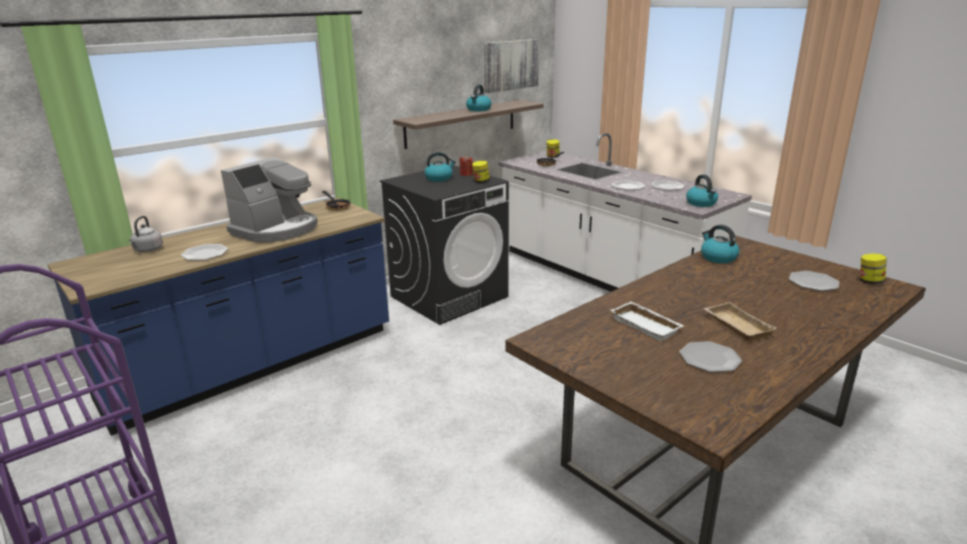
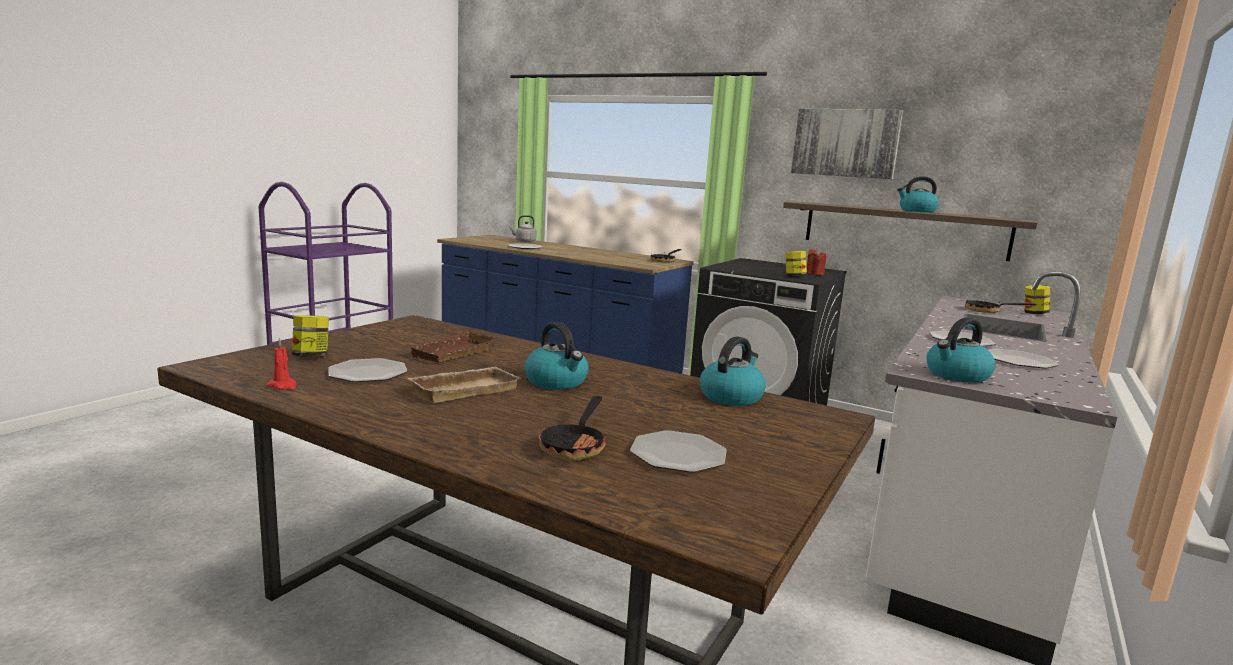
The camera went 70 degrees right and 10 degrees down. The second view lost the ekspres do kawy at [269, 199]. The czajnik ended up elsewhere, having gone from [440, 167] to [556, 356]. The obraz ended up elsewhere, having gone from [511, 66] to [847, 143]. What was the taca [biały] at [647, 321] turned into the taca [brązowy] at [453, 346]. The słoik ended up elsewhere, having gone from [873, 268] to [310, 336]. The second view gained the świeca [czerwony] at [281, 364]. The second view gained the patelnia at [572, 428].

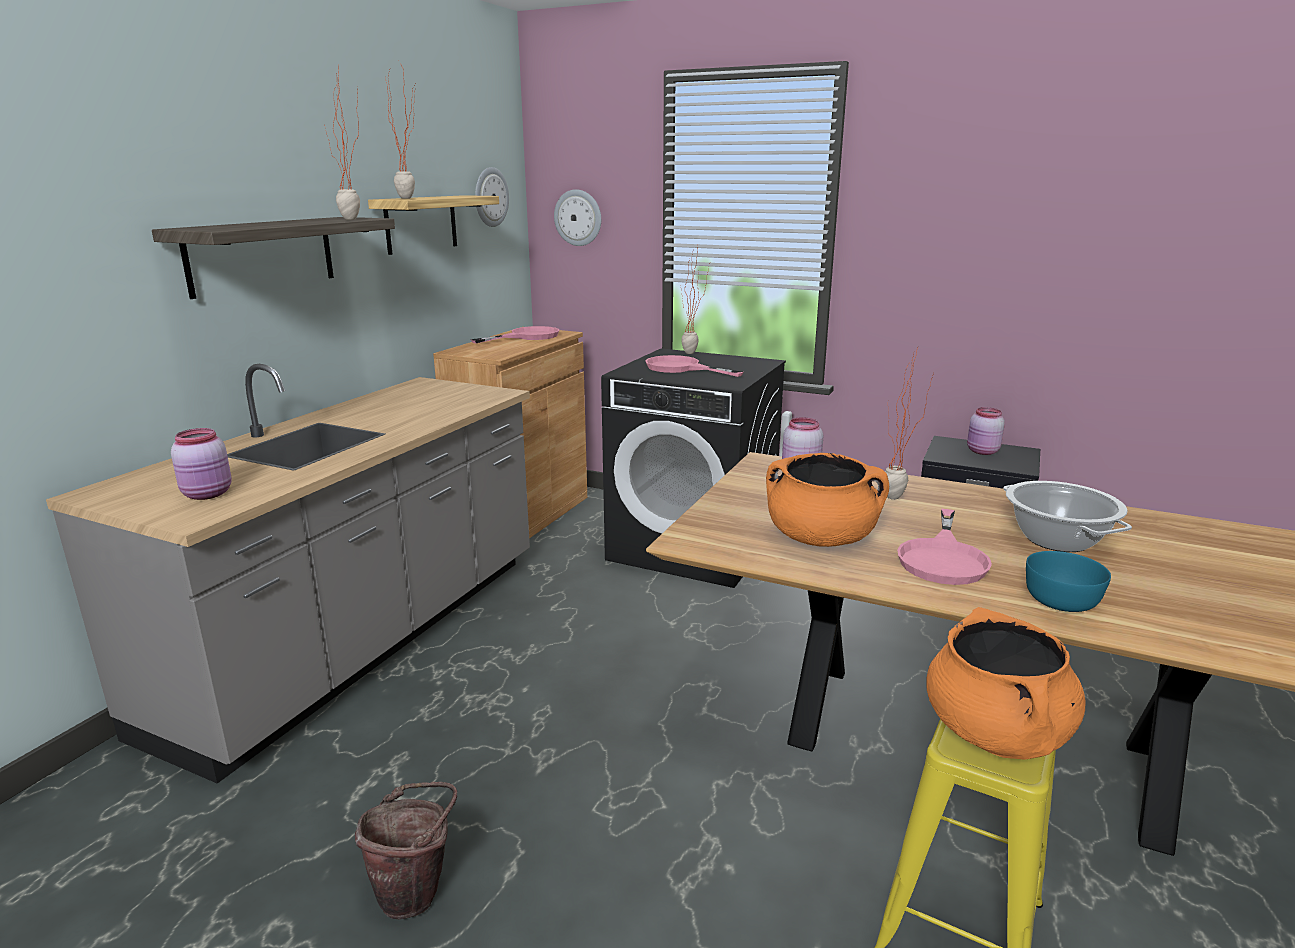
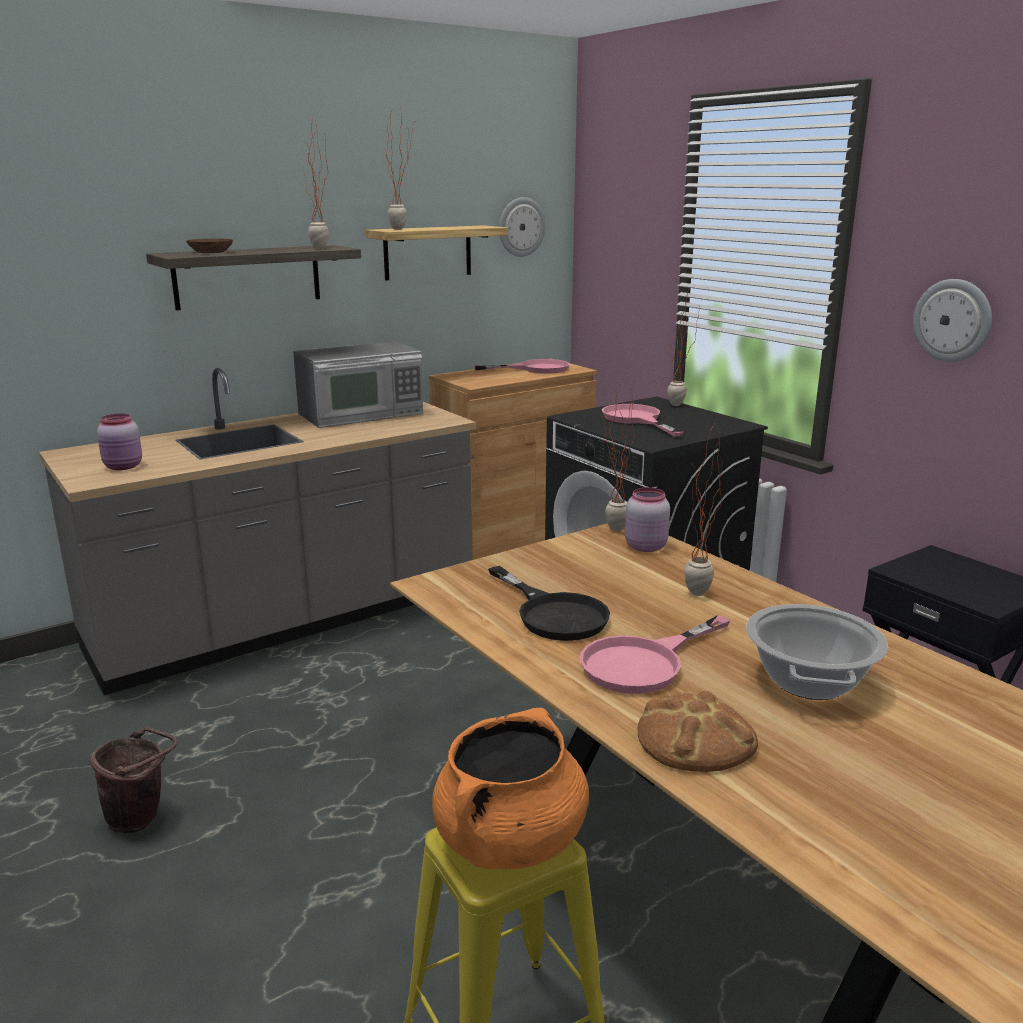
The camera went 30 degrees right and 0 degrees up. The zegar ścienny ended up elsewhere, having gone from [577, 217] to [952, 320]. Where the garnek [pomarańczowy] stood at [827, 500], the patelnia [czarny] came to stand at [549, 603]. The second view lost the słoik [różowy] at [986, 431]. Where the miska [turkusowy] stood at [1068, 581], the chleb came to stand at [698, 731]. The second view gained the miska [brązowy] at [209, 246]. The second view gained the mikrofalówka at [358, 384]. The second view gained the roślina doniczkowa at [618, 458].

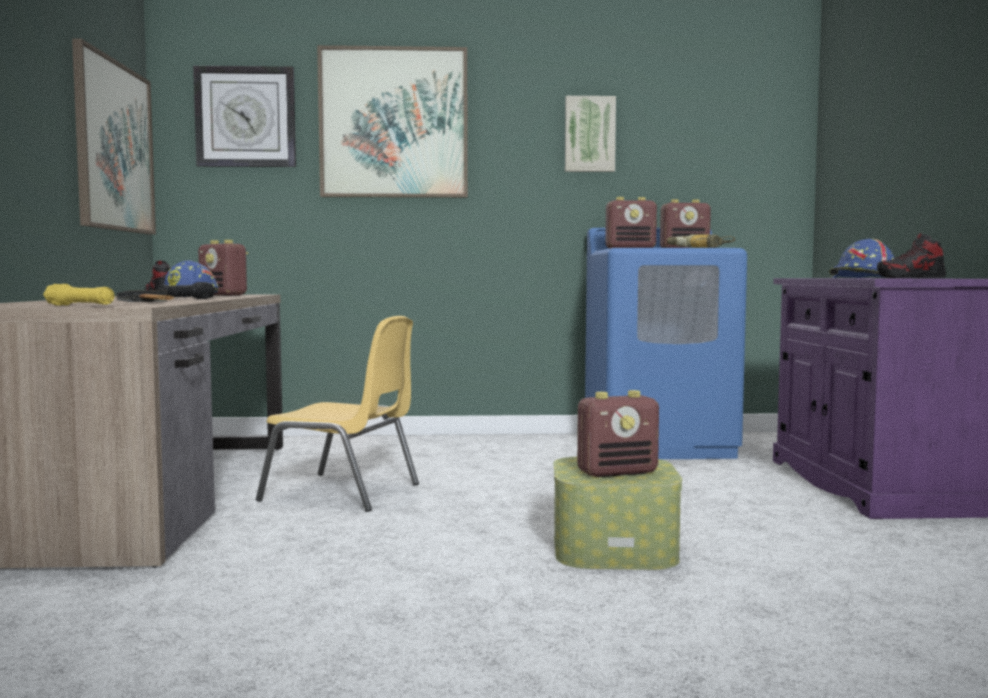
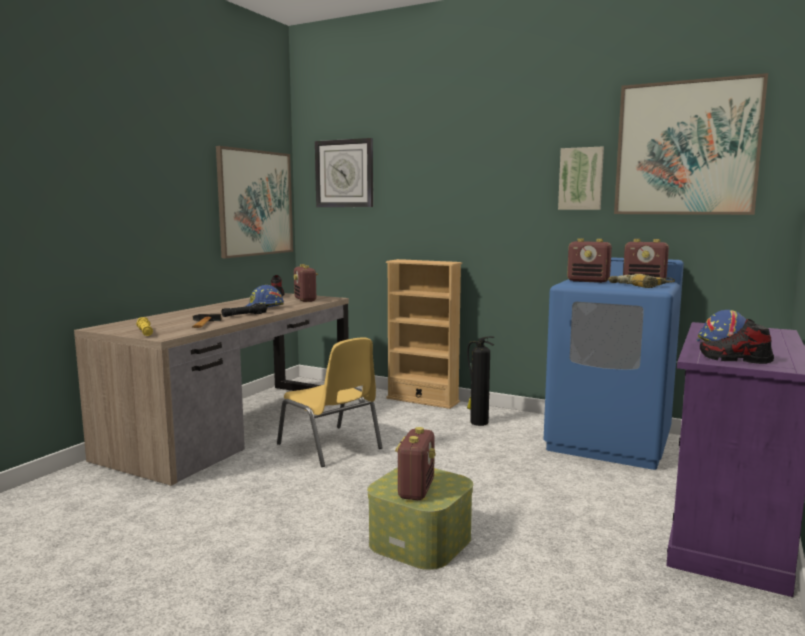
The camera went 30 degrees right and 5 degrees up. The obraz ended up elsewhere, having gone from [392, 121] to [691, 144]. The radio at [618, 433] ended up facing another way, 90 degrees counterclockwise from before. The second view gained the regał [beżowy] at [424, 334]. The second view gained the gaśnica at [480, 381].

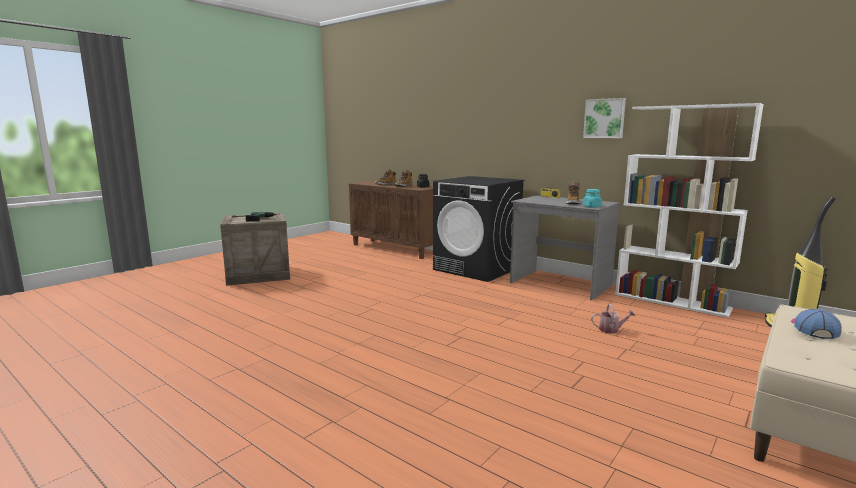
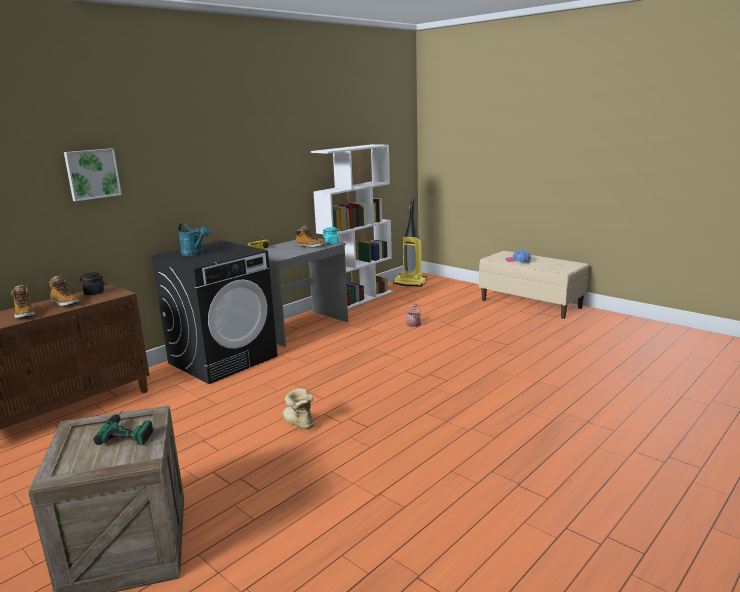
The camera went 85 degrees left and 5 degrees up. The obraz ended up elsewhere, having gone from [604, 118] to [93, 174]. The second view gained the konewka [turkusowy] at [194, 239]. The second view gained the but z cholewką at [298, 409].

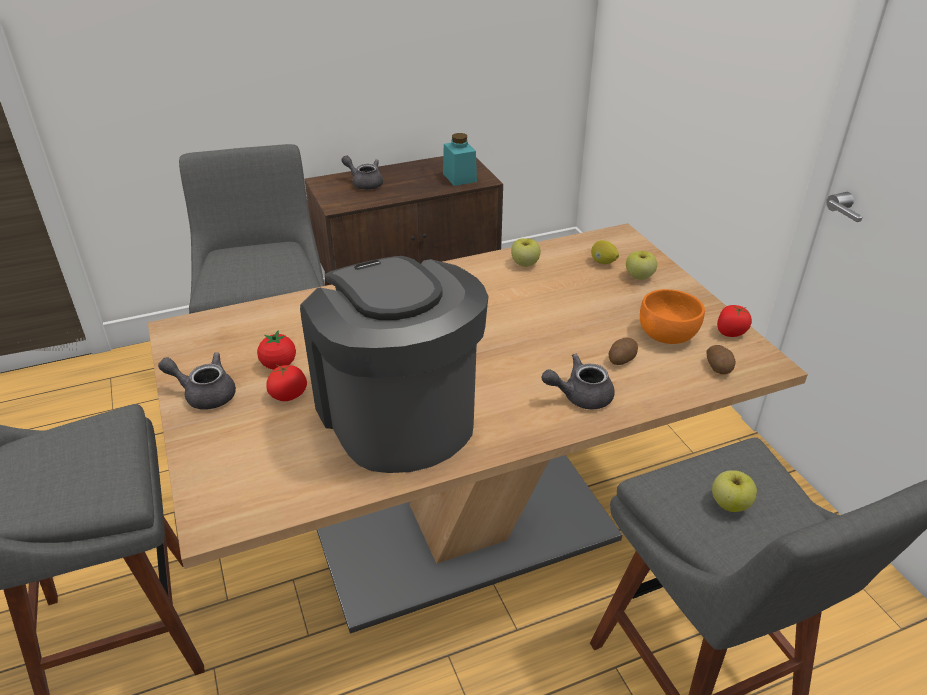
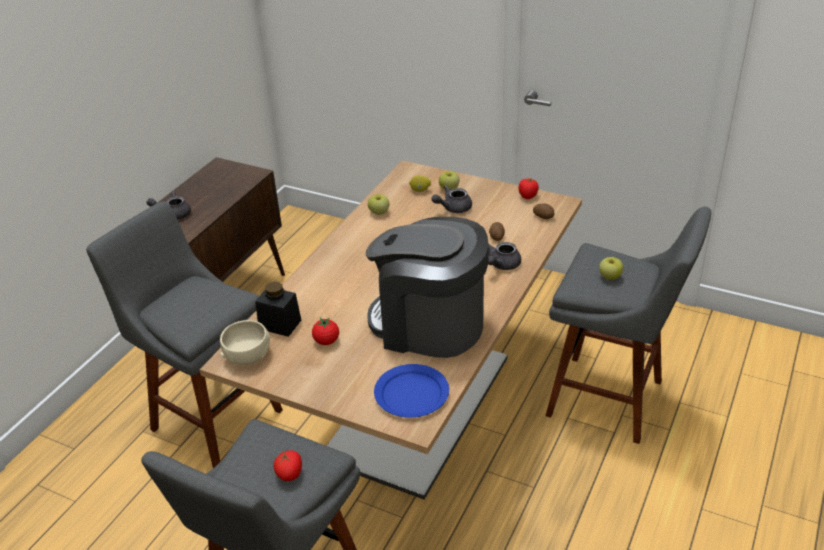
The camera went 40 degrees left and 0 degrees up. The imbryk [szary] ended up elsewhere, having gone from [197, 381] to [451, 199]. The pomidor ended up elsewhere, having gone from [286, 383] to [288, 465]. The second view lost the słoik [turkusowy] at [460, 159]. The second view lost the miska [pomarańczowy] at [672, 316]. The second view gained the miska [beżowy] at [245, 342]. The second view gained the słoik [czarny] at [278, 309]. The second view gained the talerz [niebieski] at [411, 391].

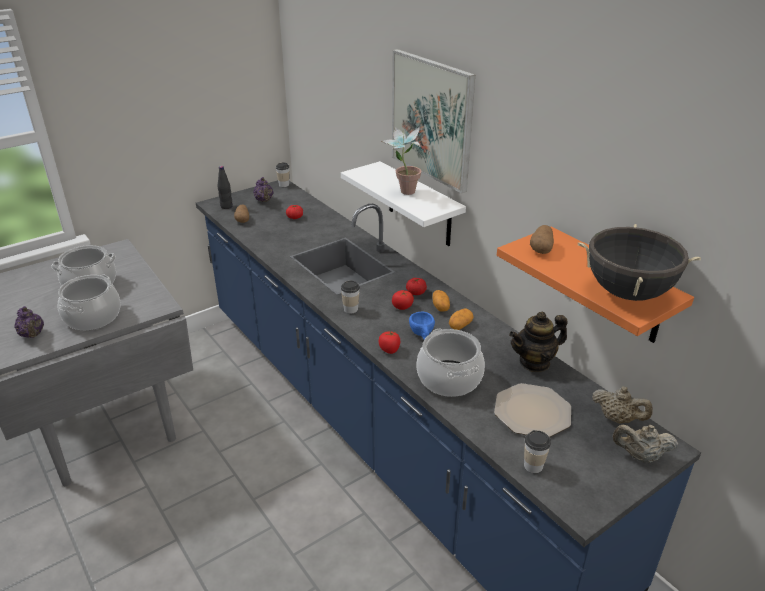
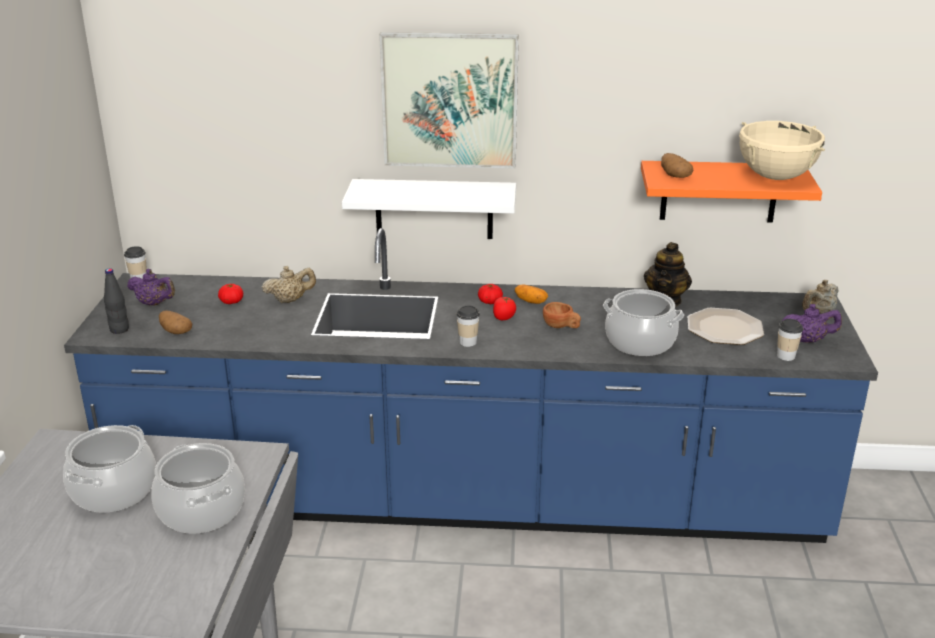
The camera went 50 degrees left and 5 degrees down. The imbryk [fioletowy] ended up elsewhere, having gone from [29, 322] to [812, 323]. The second view lost the pomidor at [389, 342]. The second view lost the roślina doniczkowa at [401, 161]. What was the filiżanka [niebieski] at [422, 325] turned into the filiżanka [brązowy] at [562, 315]. The second view lost the ziemniak at [461, 319]. What was the garnek [czarny] at [639, 262] turned into the garnek [beżowy] at [782, 150]. The imbryk [beżowy] ended up elsewhere, having gone from [622, 405] to [289, 284].

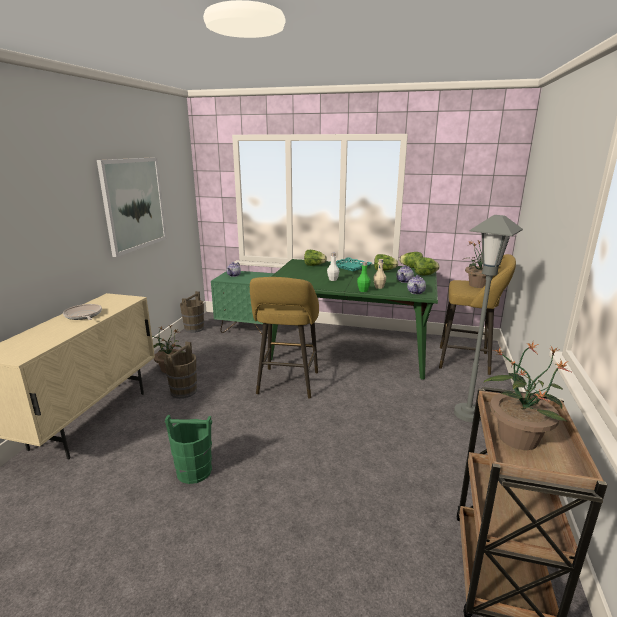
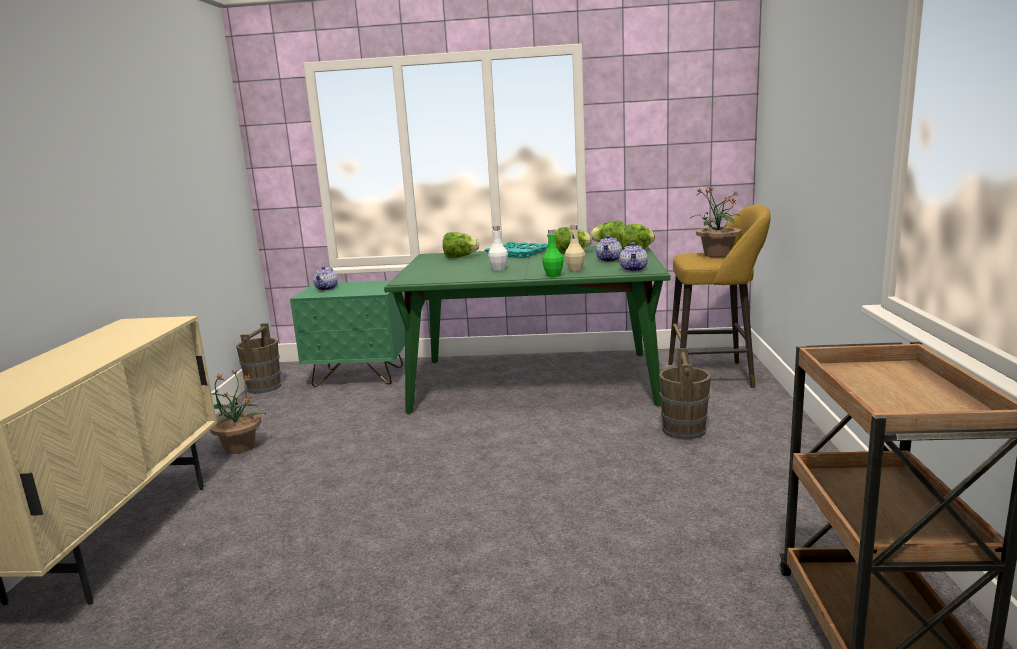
The camera went 10 degrees left and 5 degrees down. The second view lost the patelnia at [82, 312]. The second view lost the obraz at [132, 207]. The wiadro [brązowy] ended up elsewhere, having gone from [180, 370] to [685, 394]. The second view lost the wiadro [zielony] at [188, 449]. The second view lost the stołek [żółty] at [284, 338]. The second view lost the lampa stojąca [szary] at [488, 318]. The second view lost the roślina doniczkowa at [528, 396].

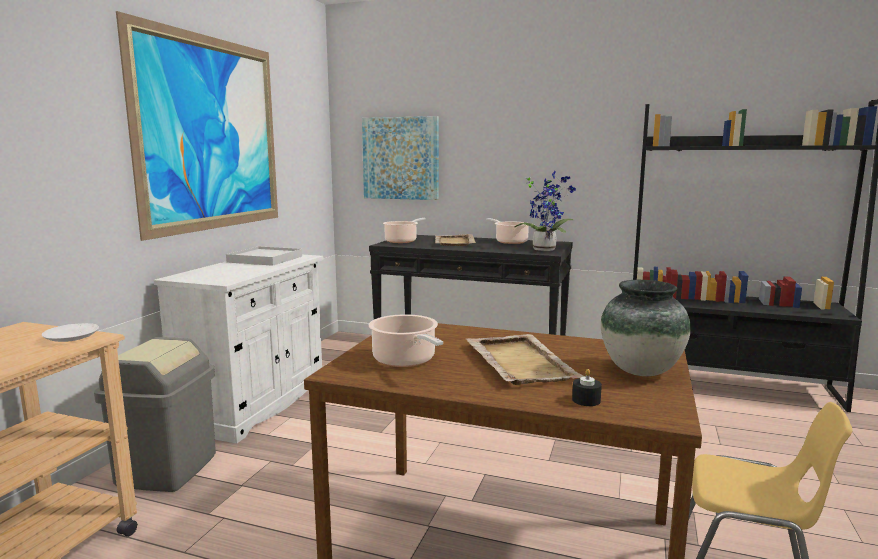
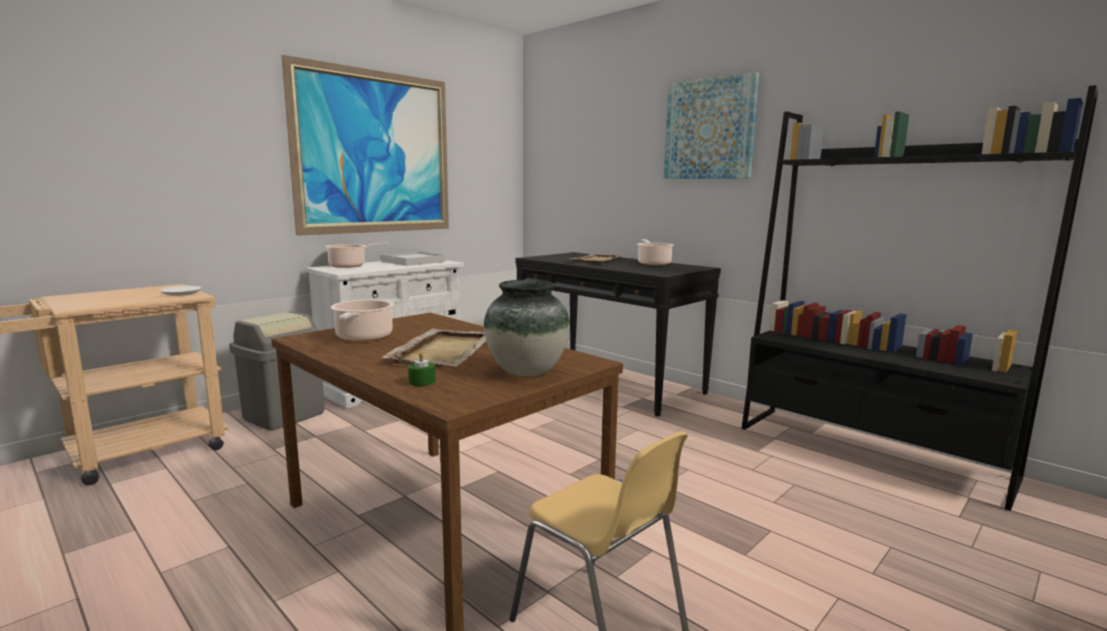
The camera went 25 degrees right and 0 degrees up. The obraz ended up elsewhere, having gone from [400, 158] to [711, 125]. The garnek ended up elsewhere, having gone from [404, 230] to [357, 255]. The second view lost the roślina doniczkowa at [545, 211]. What was the świeca [czarny] at [587, 387] turned into the świeca [zielony] at [422, 369].

